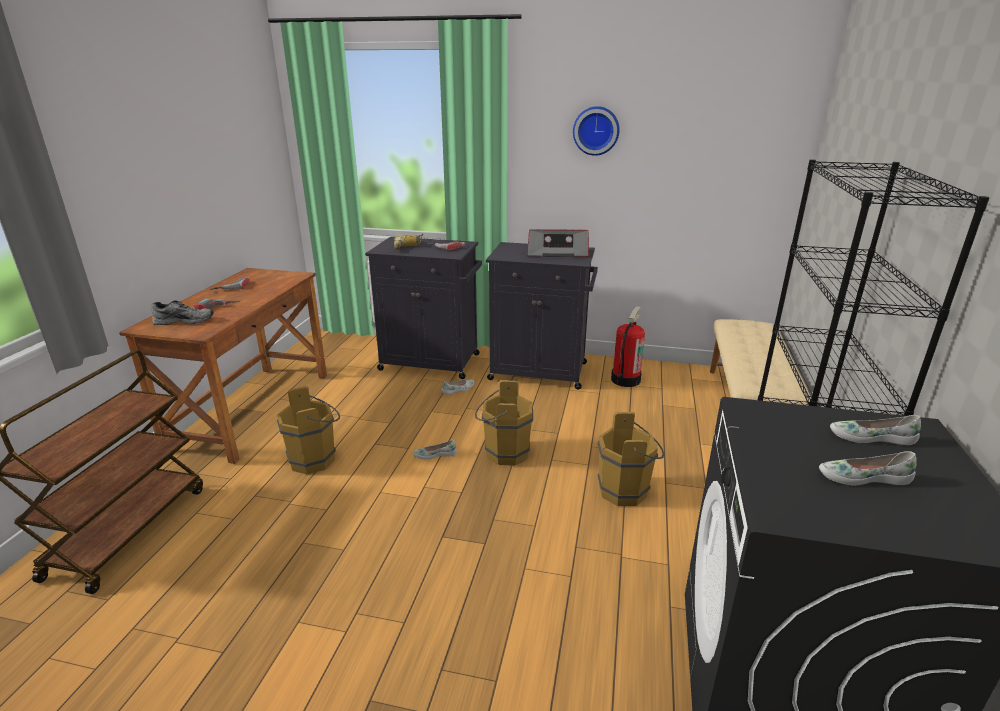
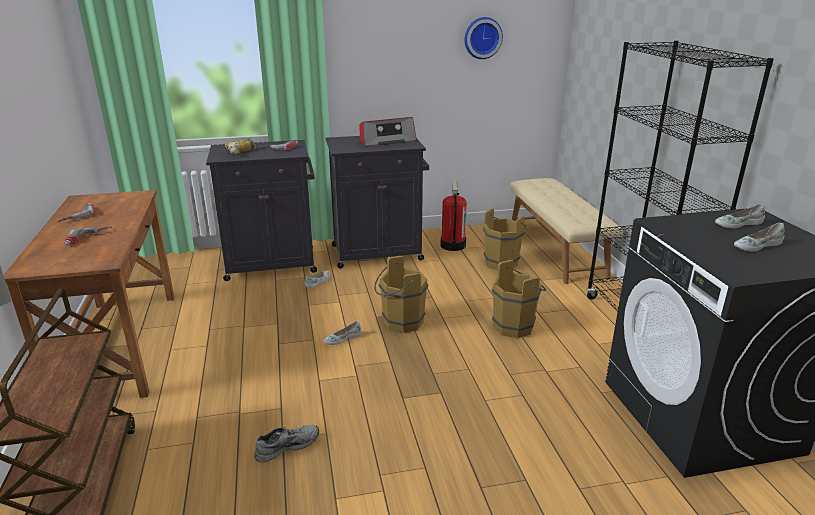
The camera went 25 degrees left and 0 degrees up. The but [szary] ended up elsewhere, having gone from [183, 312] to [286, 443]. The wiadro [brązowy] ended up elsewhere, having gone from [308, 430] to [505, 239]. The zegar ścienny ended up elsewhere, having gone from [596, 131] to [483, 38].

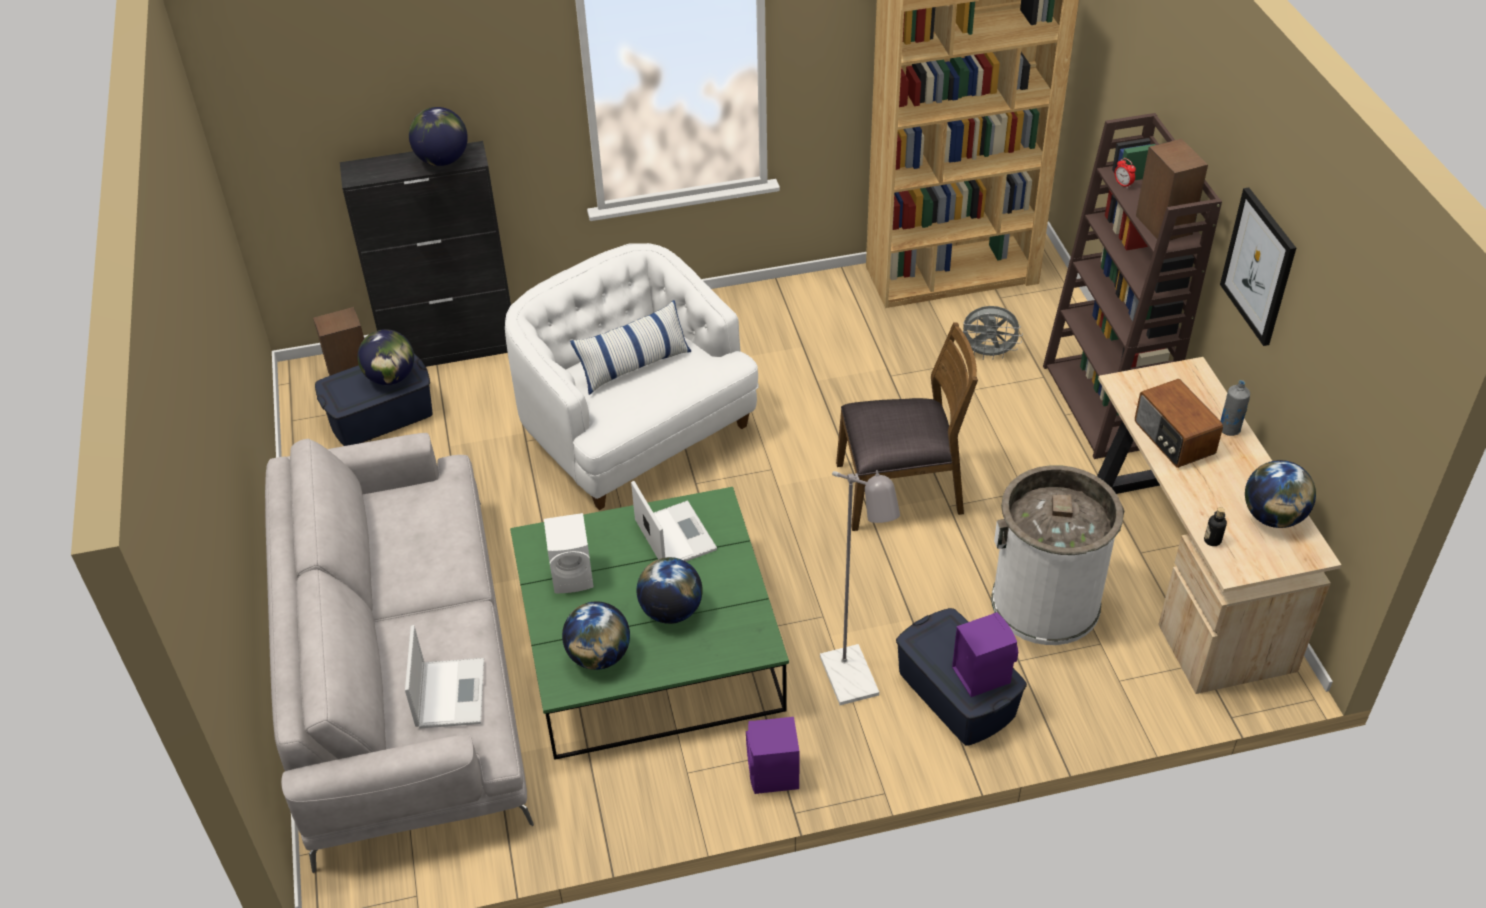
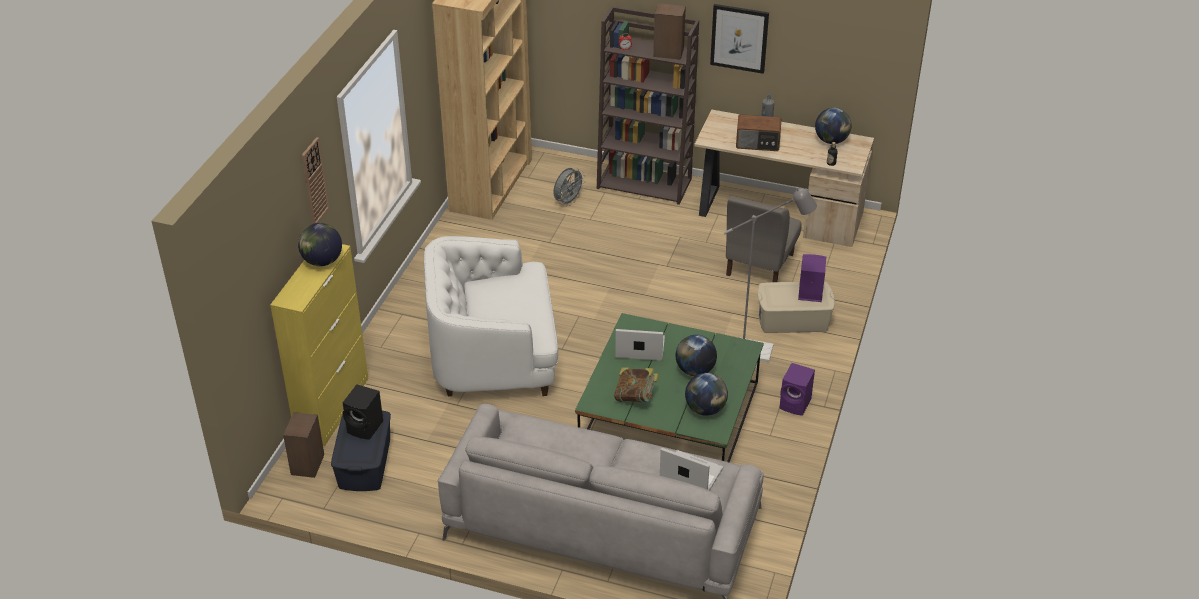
The camera went 60 degrees left and 5 degrees down. What was the szafka [czarny] at [425, 254] turned into the szafka [żółty] at [319, 345]. Where the globus stood at [386, 357], the głośnik [czarny] came to stand at [362, 412]. Where the głośnik [biały] stood at [569, 553], the książka came to stand at [636, 385]. The second view lost the poduszka at [630, 347]. The second view lost the krzesło [brązowy] at [907, 426]. What was the pojemnik do przechowywania [niebieski] at [961, 677] turned into the pojemnik do przechowywania [beżowy] at [796, 307]. Where the kosz na śmieci [biały] stood at [1057, 555], the krzesło [szary] came to stand at [764, 238]. The second view gained the zegar ścienny at [315, 180].

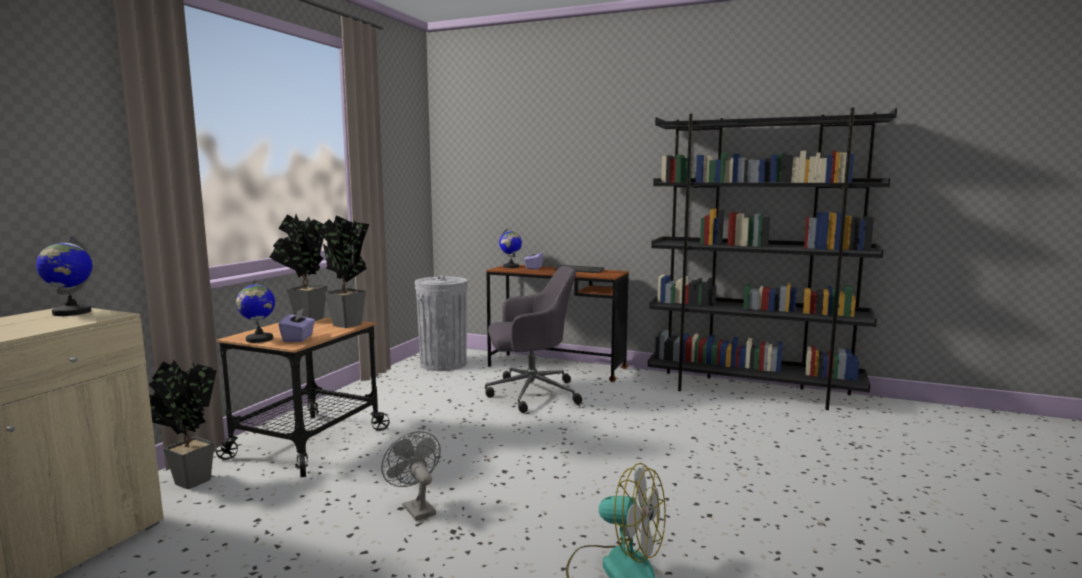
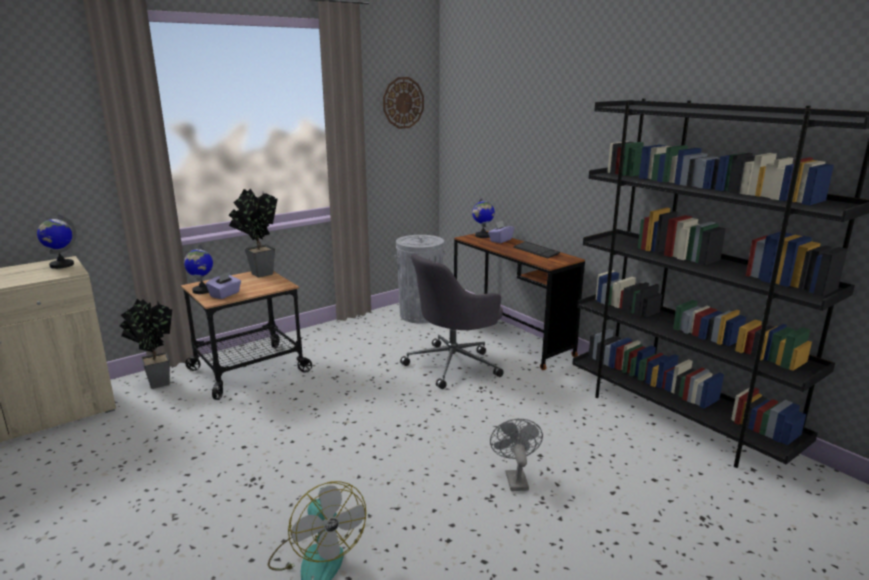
The camera went 30 degrees right and 10 degrees up. The second view lost the roślina doniczkowa at [343, 271]. The wentylator [szary] ended up elsewhere, having gone from [410, 476] to [516, 455]. The krzesło biurowe [szary] at [533, 339] ended up facing another way, 120 degrees clockwise from before. The second view gained the zegar ścienny at [403, 103].

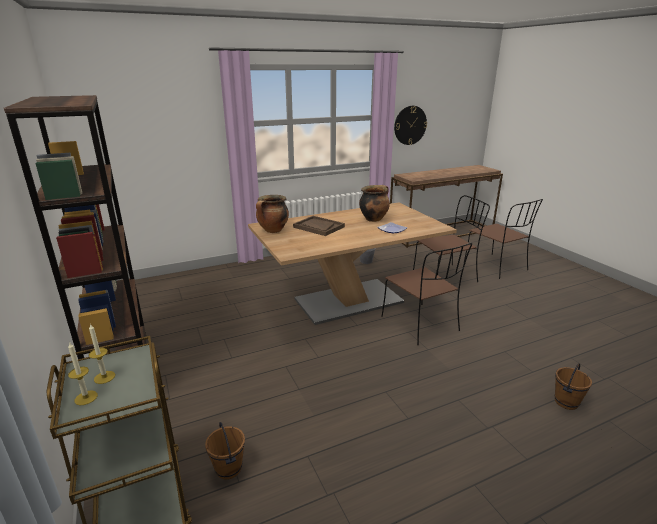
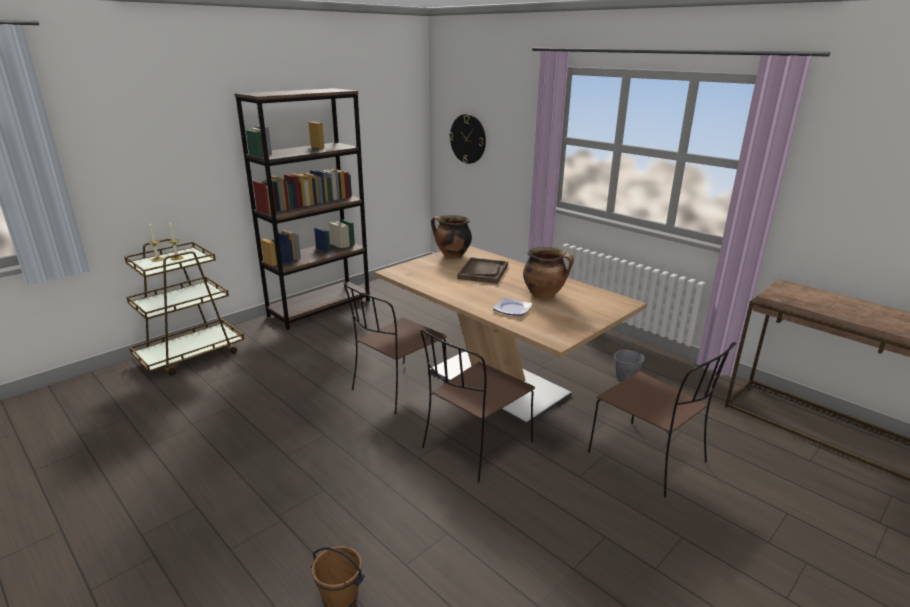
The camera went 70 degrees right and 0 degrees up. The second view lost the wiadro [brązowy] at [225, 451]. The zegar ścienny ended up elsewhere, having gone from [410, 125] to [467, 139]. The krzesło [brązowy] ended up elsewhere, having gone from [503, 239] to [396, 349].

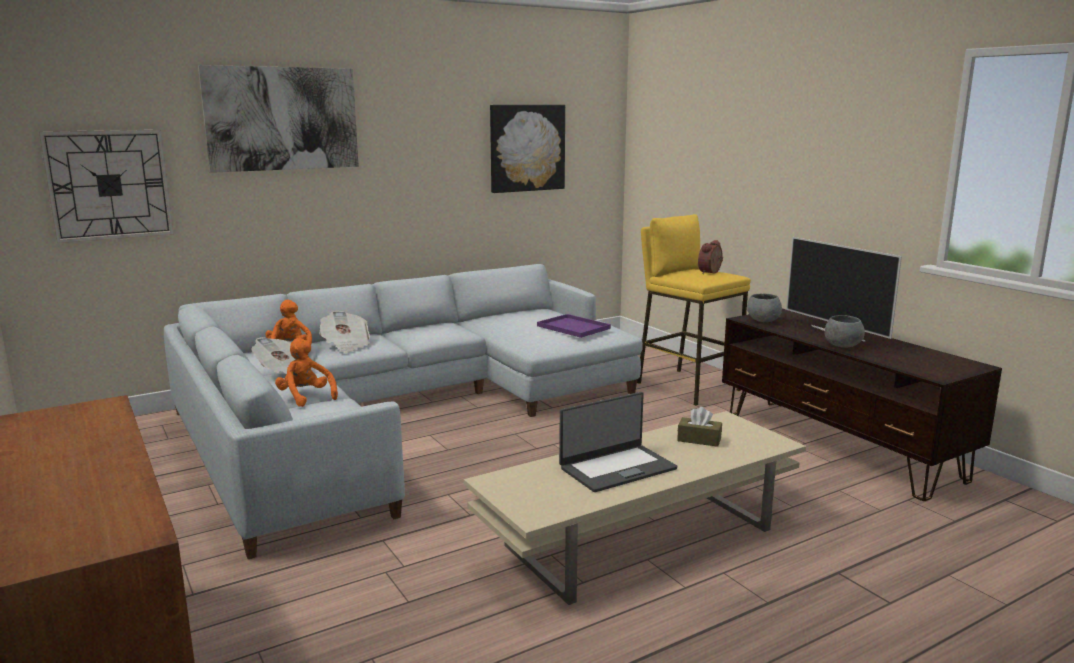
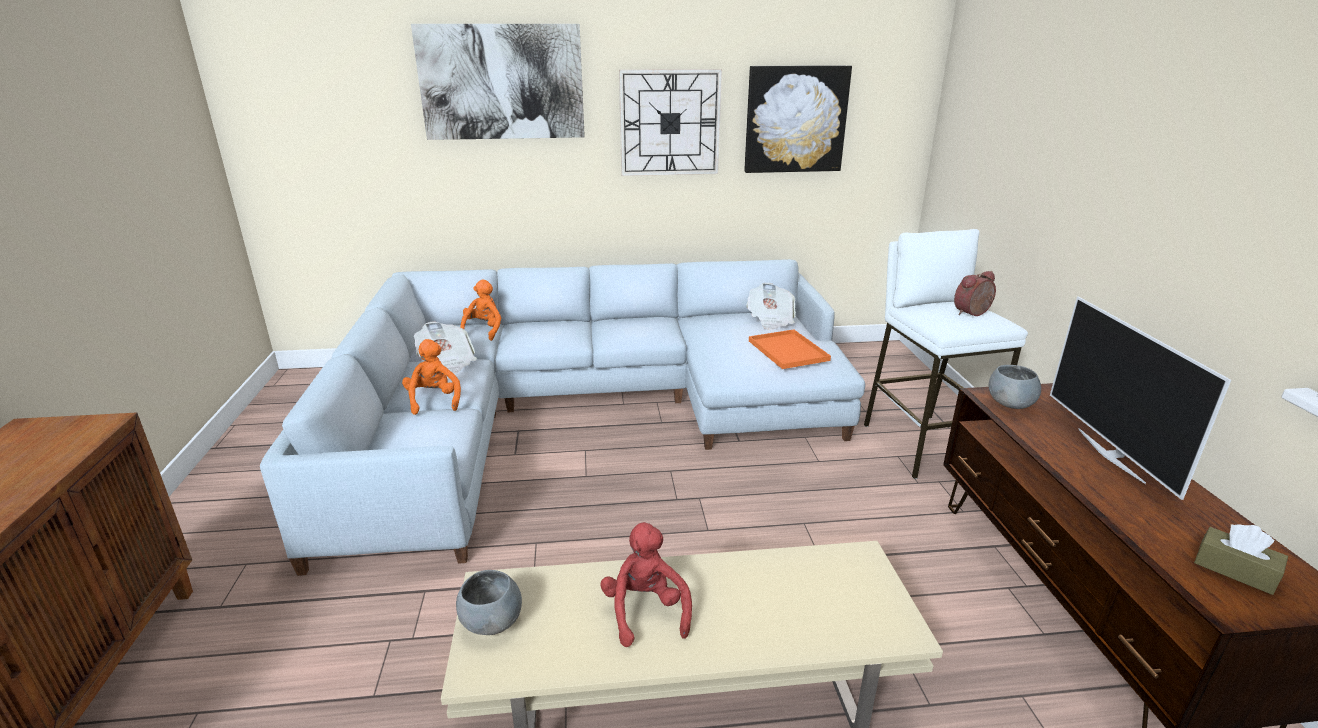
The camera went 25 degrees right and 10 degrees up. The zegar ścienny ended up elsewhere, having gone from [106, 186] to [670, 122]. The gazeta ended up elsewhere, having gone from [344, 332] to [771, 306]. What was the taca [fioletowy] at [574, 326] turned into the taca [pomarańczowy] at [790, 349]. Where the laptop stood at [618, 442], the pluszak [czerwony] came to stand at [646, 584]. What was the stołek [żółty] at [694, 310] turned into the stołek [biały] at [946, 354]. The pudełko chusteczek [brązowy] ended up elsewhere, having gone from [699, 427] to [1241, 559]. The miska [szary] ended up elsewhere, having gone from [845, 331] to [489, 602].

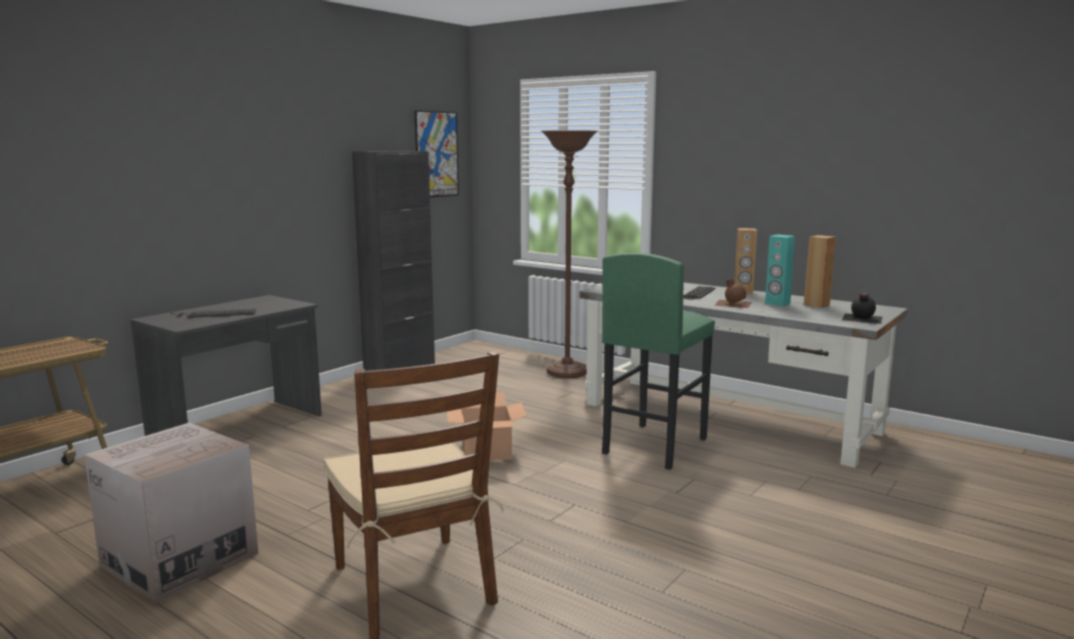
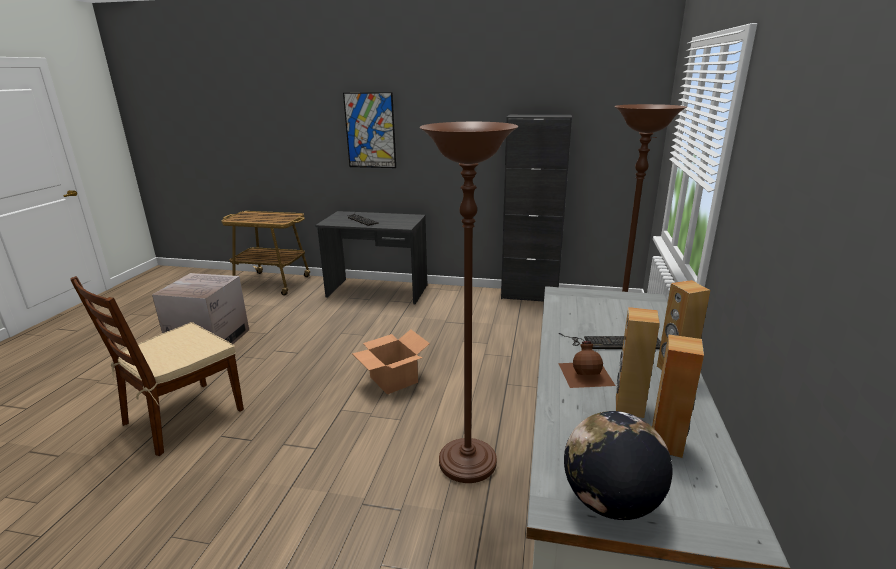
The camera went 65 degrees right and 10 degrees up. The obraz ended up elsewhere, having gone from [436, 154] to [369, 130]. Where the stołek [zielony] stood at [658, 361], the lampa stojąca [brązowy] came to stand at [469, 302]. What was the głośnik [turkusowy] at [780, 270] turned into the głośnik [brązowy] at [638, 362]. Where the butelka [czarny] stood at [862, 308], the globus came to stand at [618, 465].

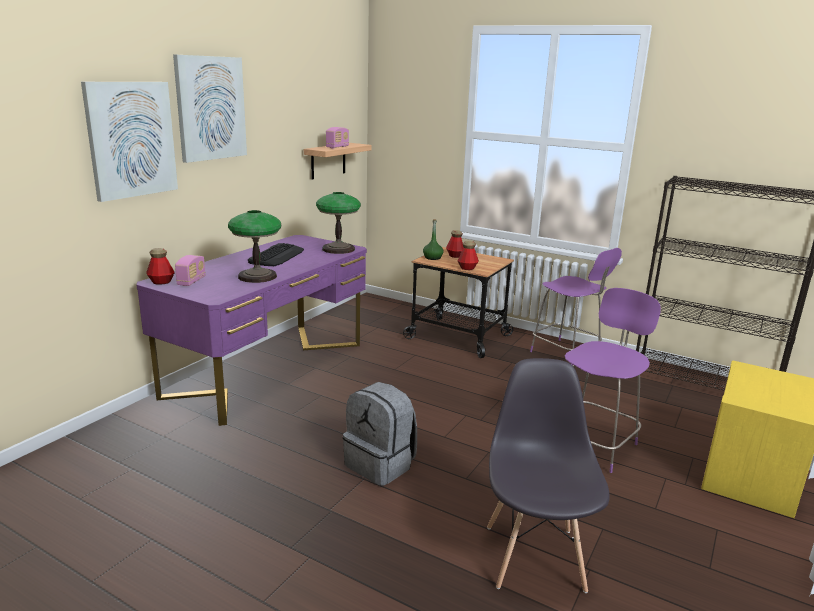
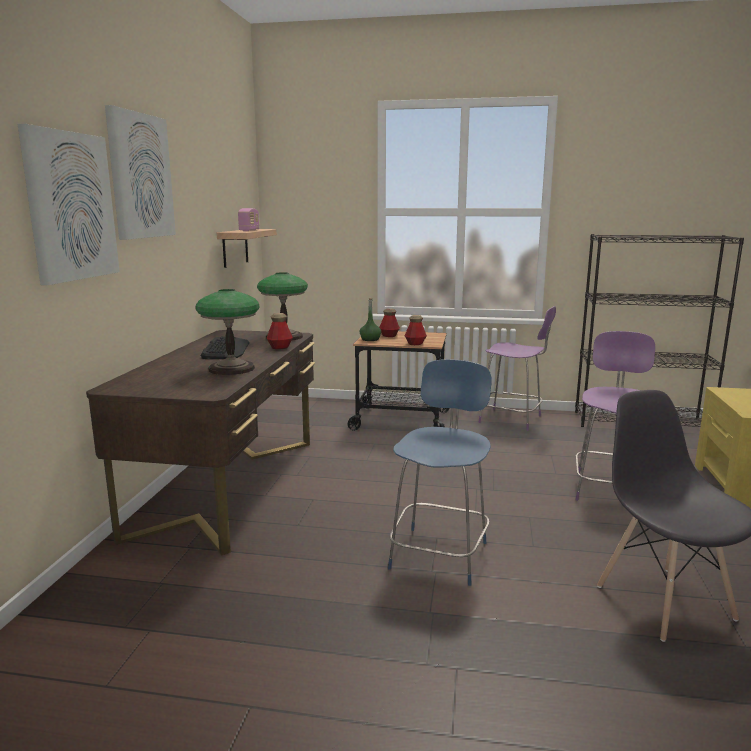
The camera went 20 degrees left and 5 degrees down. What was the biurko [fioletowy] at [251, 330] turned into the biurko [brązowy] at [200, 442]. The butelka ended up elsewhere, having gone from [160, 266] to [280, 331]. The second view lost the radio at [190, 270]. Where the plecak [szary] stood at [380, 434], the krzesło [niebieski] came to stand at [440, 472].

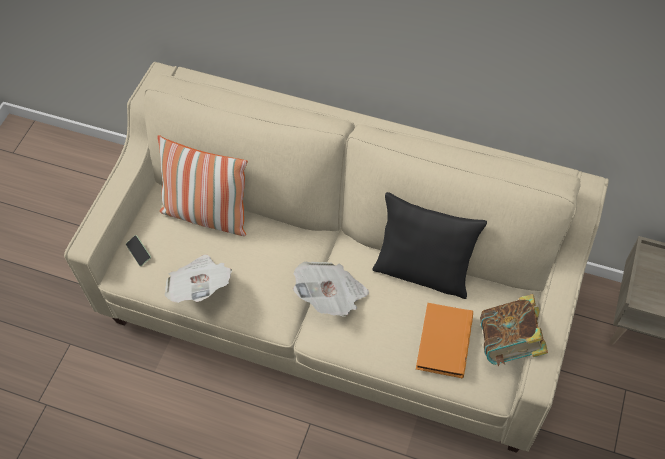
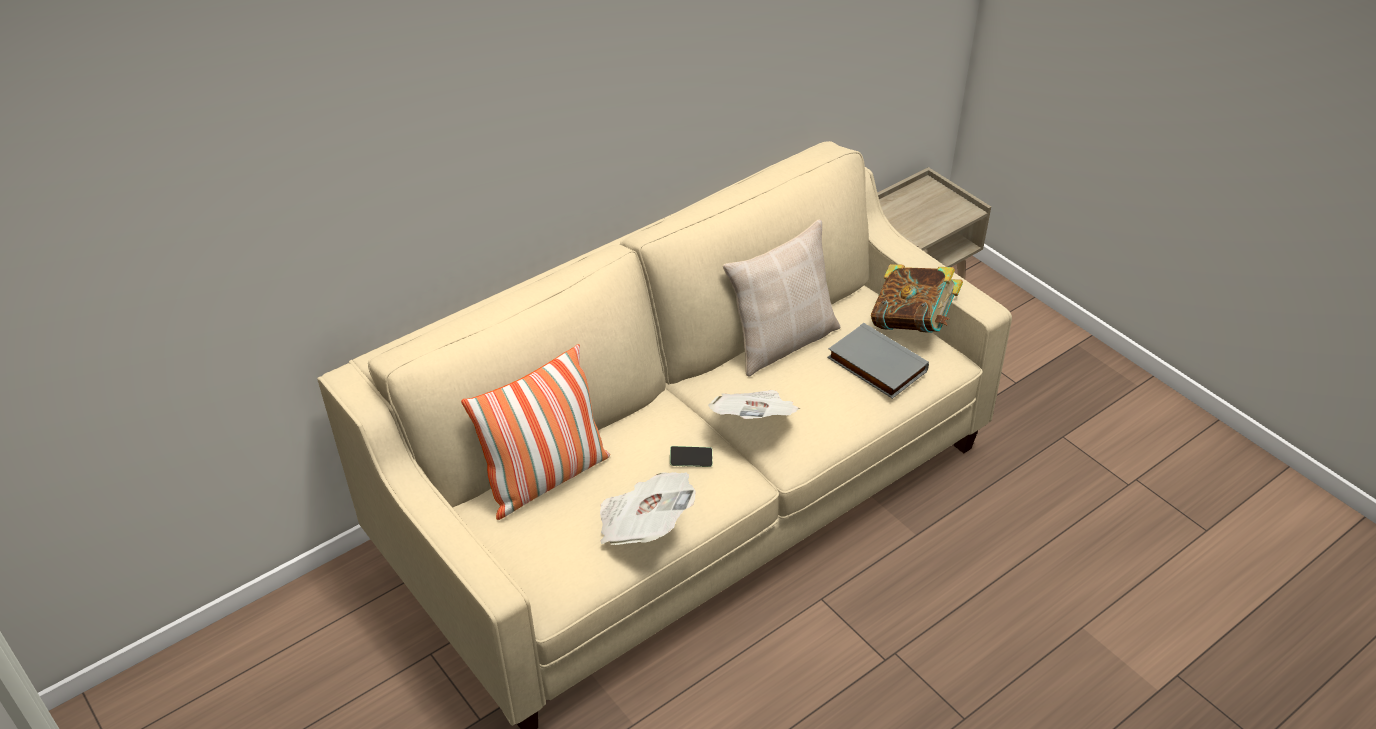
The camera went 60 degrees left and 15 degrees down. The telefon ended up elsewhere, having gone from [138, 250] to [691, 456]. What was the poduszka [czarny] at [429, 245] turned into the poduszka [beżowy] at [781, 298]. What was the książka [pomarańczowy] at [444, 340] turned into the książka [szary] at [878, 361].

